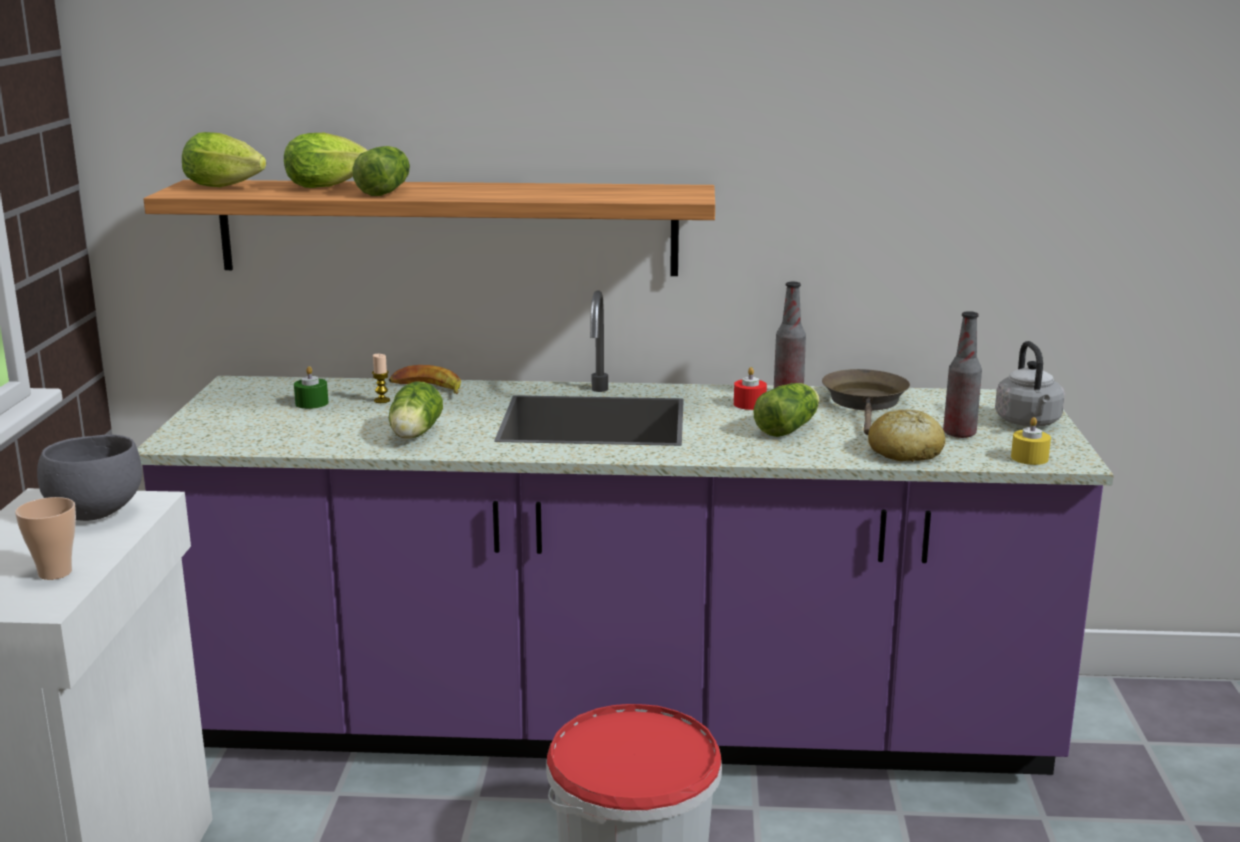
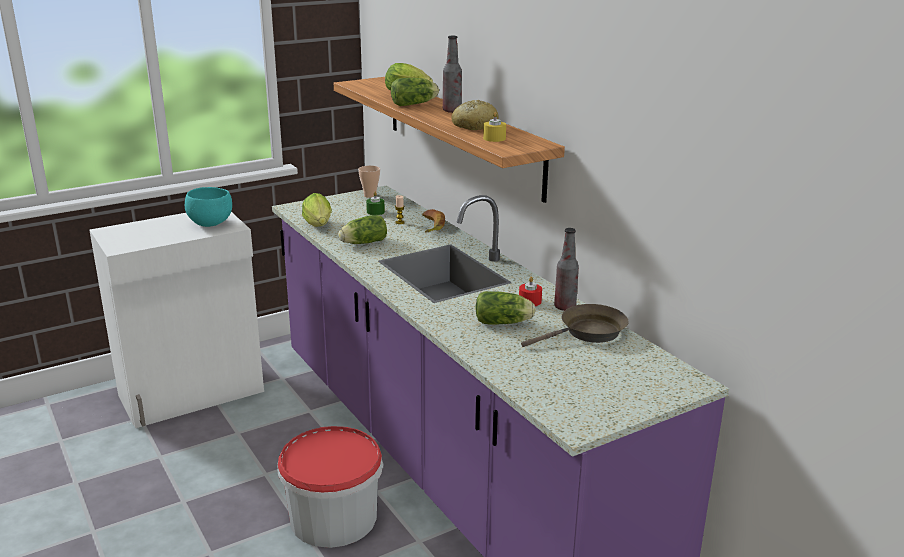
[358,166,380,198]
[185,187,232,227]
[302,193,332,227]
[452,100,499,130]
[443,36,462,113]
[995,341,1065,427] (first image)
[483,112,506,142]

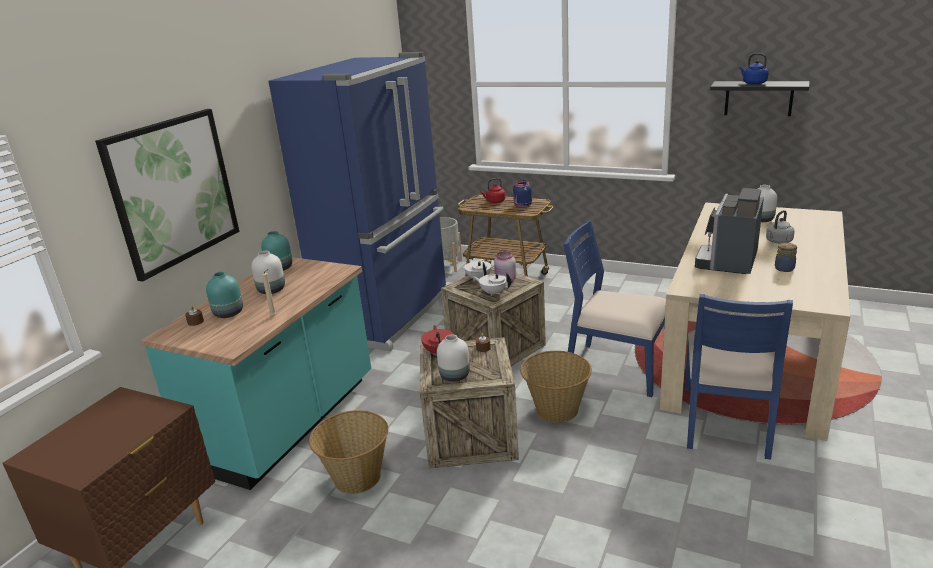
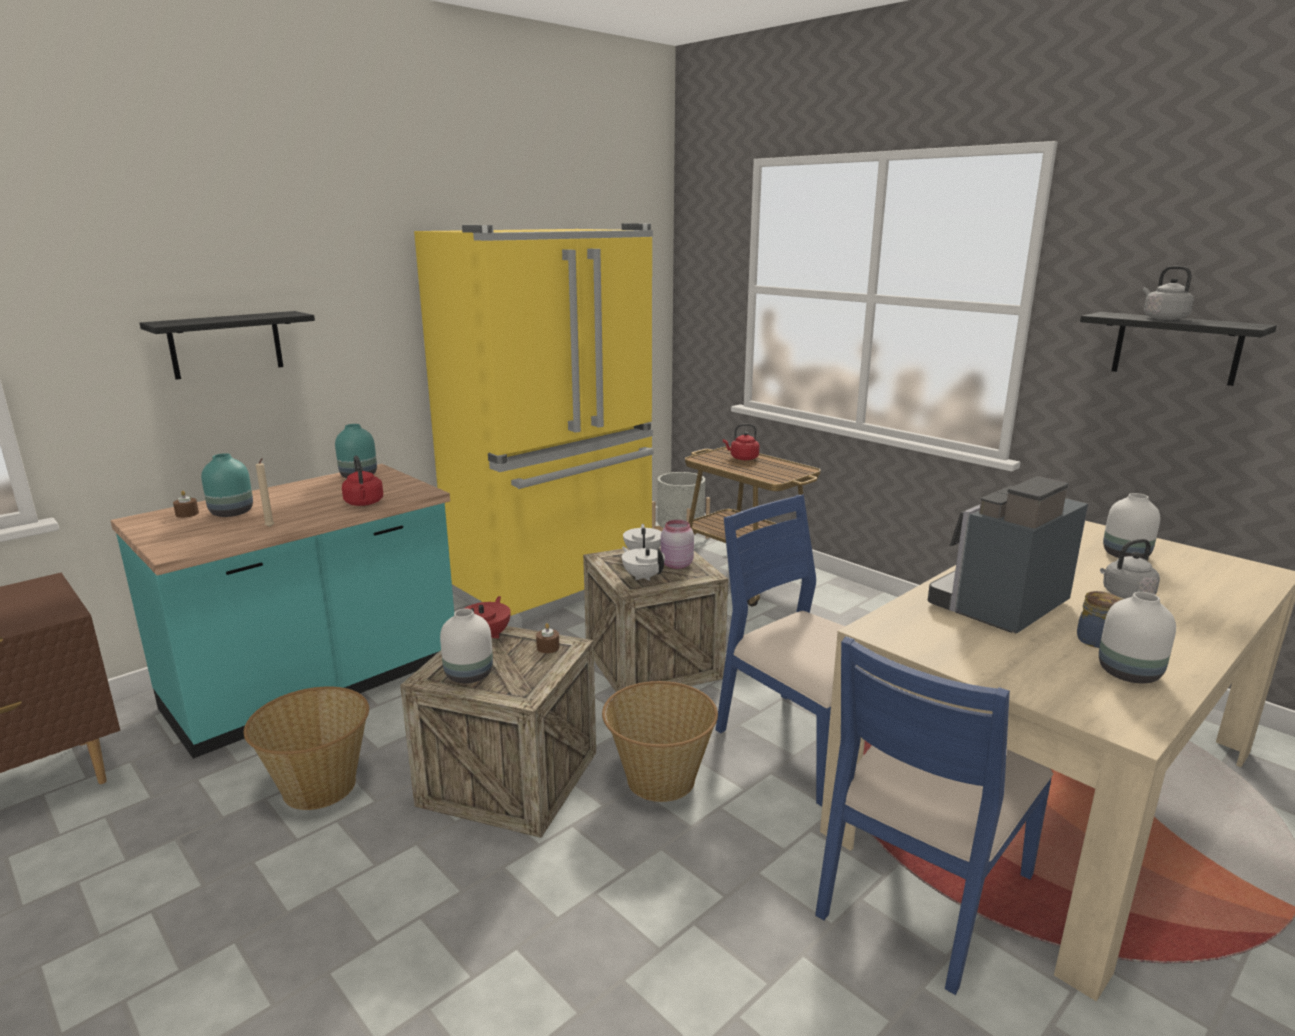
[140,311,315,380]
[1099,592,1176,684]
[414,223,654,628]
[513,180,532,208] (first image)
[1143,266,1194,320]
[342,456,383,506]

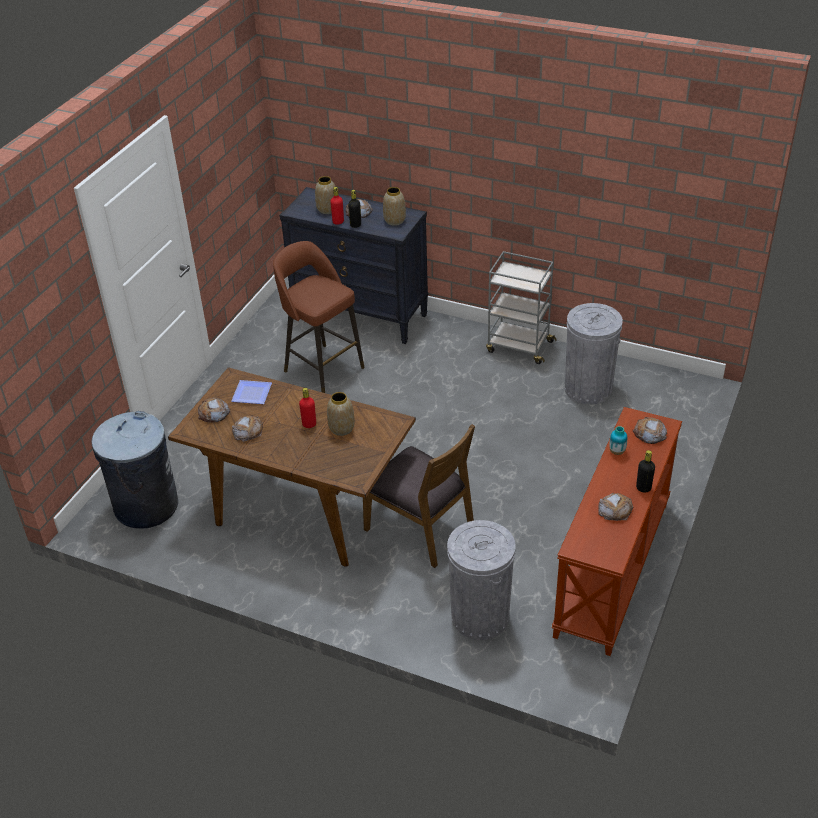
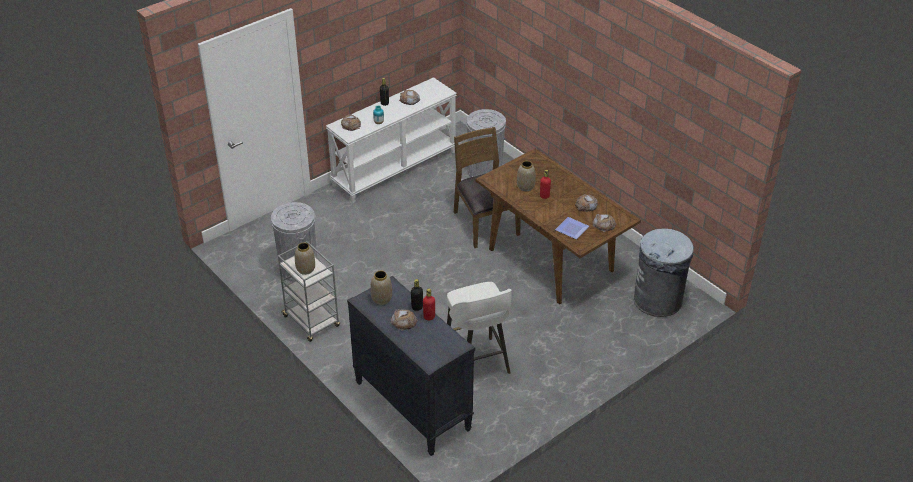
[447,282,512,374]
[295,242,315,275]
[326,77,457,203]

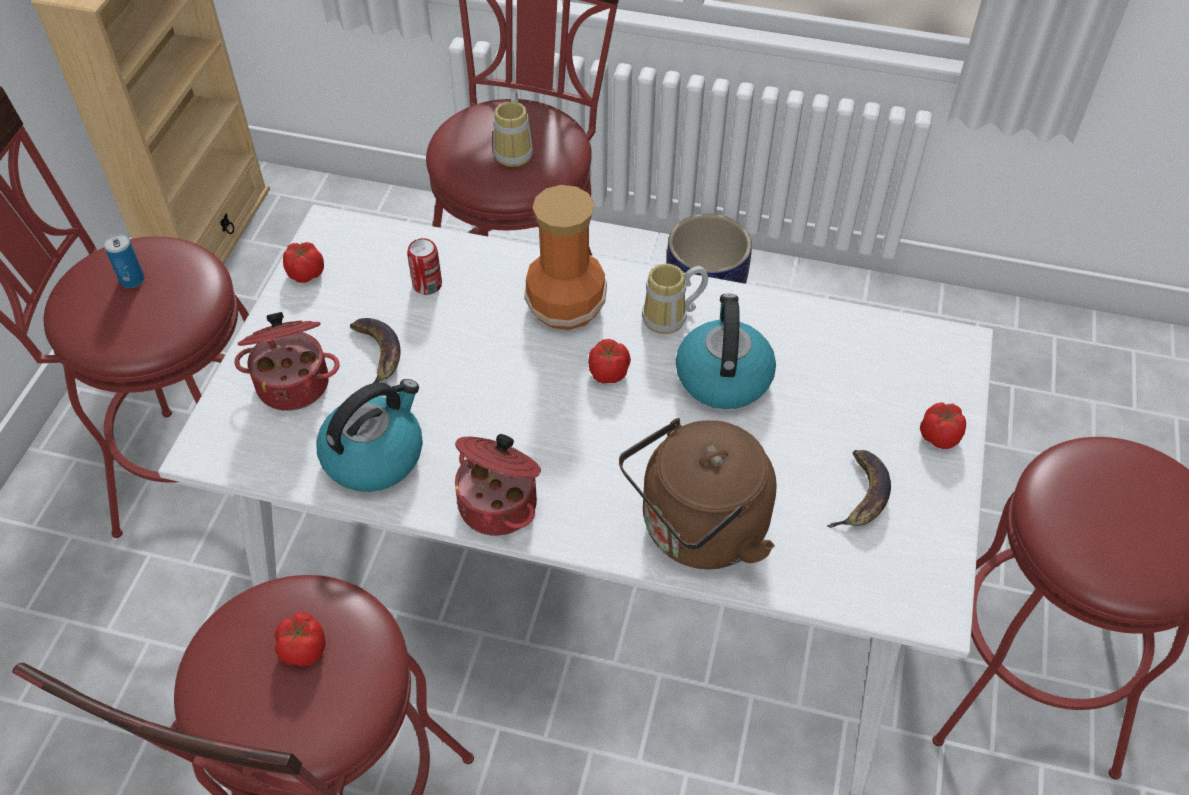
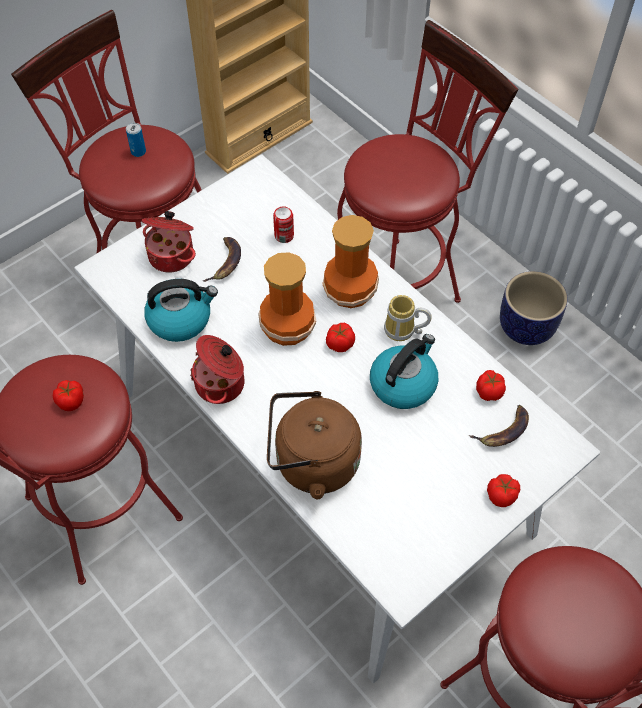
[476,370,506,401]
[493,90,533,167] (first image)
[469,405,529,447]
[258,252,316,346]

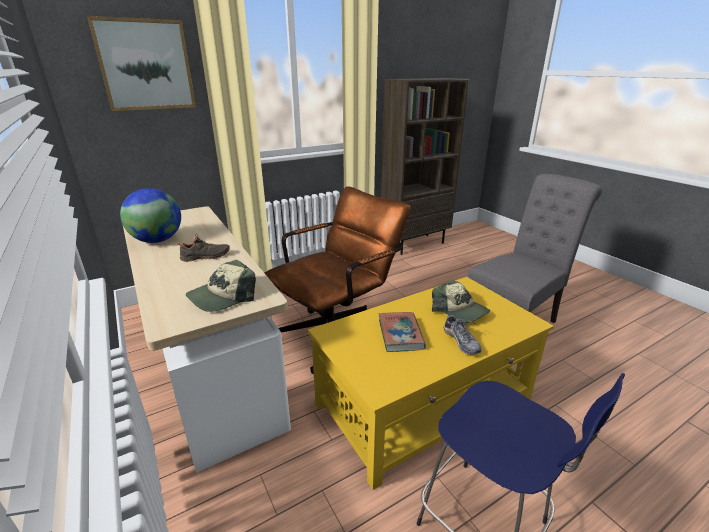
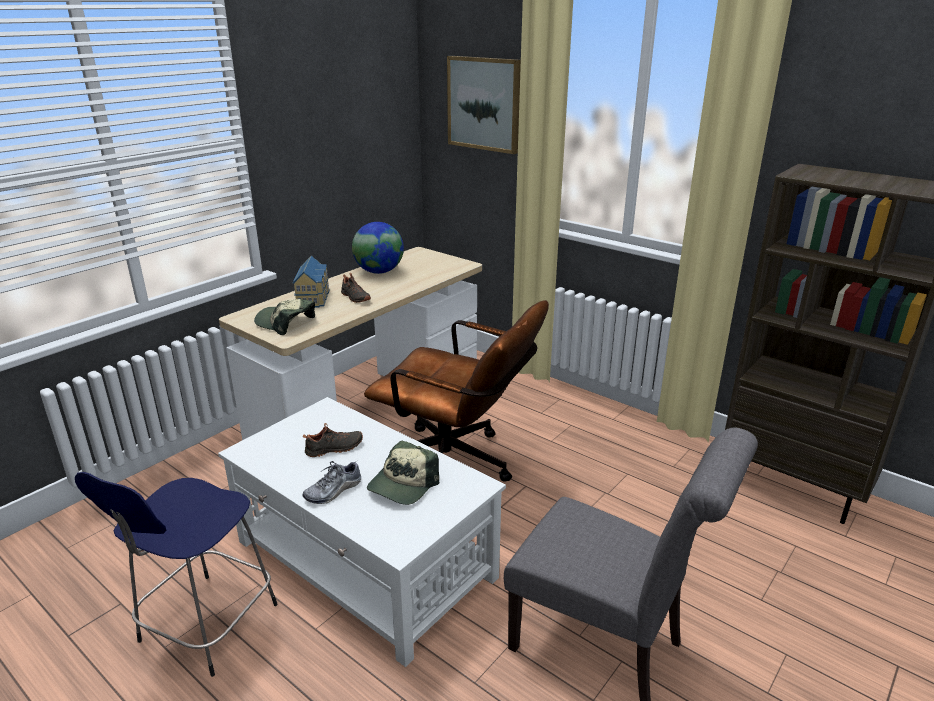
[218,397,506,667]
[303,423,363,457]
[293,256,330,308]

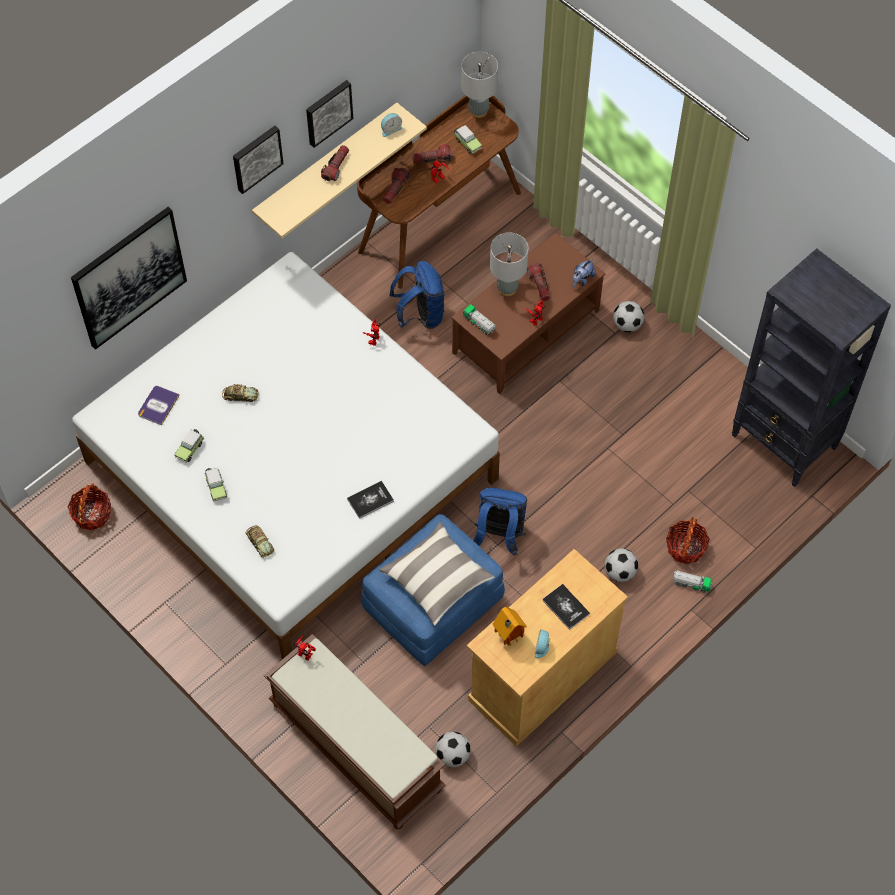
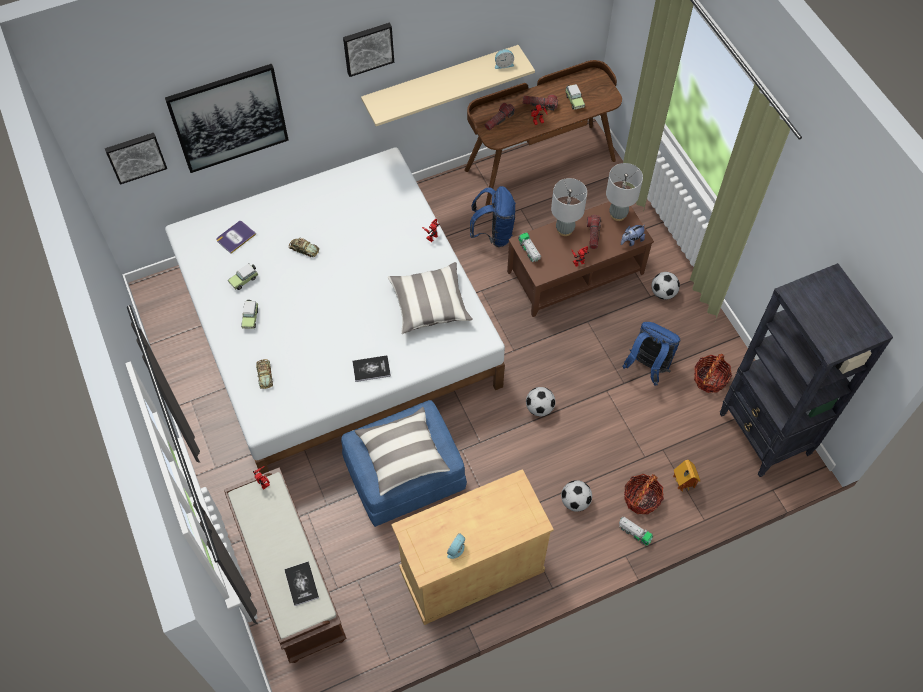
[694,354,732,393]
[105,133,167,185]
[321,145,349,181] (first image)
[526,387,555,416]
[606,163,643,221]
[623,322,680,385]
[673,460,700,492]
[284,562,319,606]
[388,262,473,334]

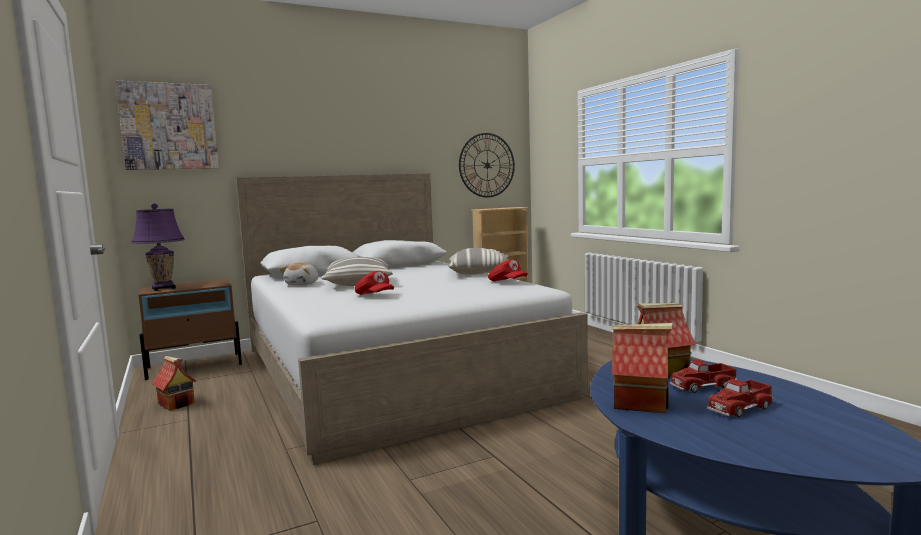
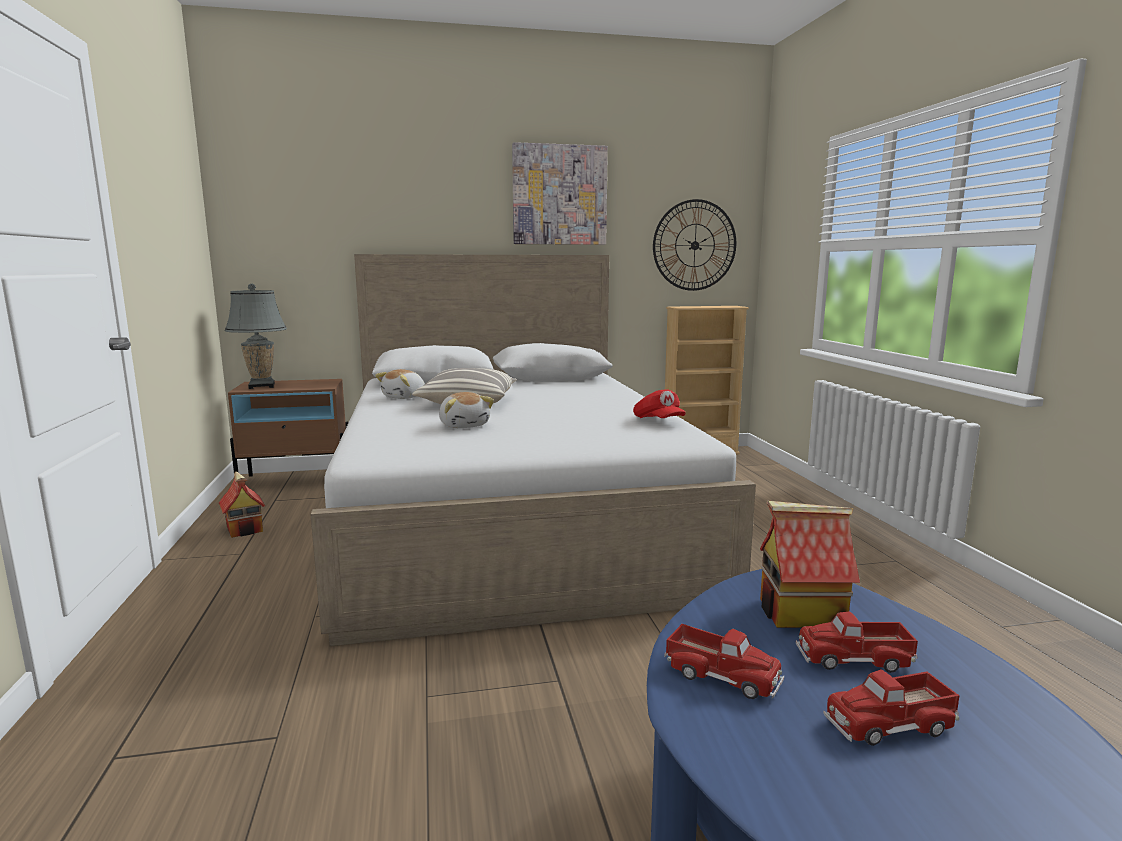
[512,142,608,245]
[225,283,287,389]
[439,392,494,428]
[449,248,509,275] (first image)
[664,624,784,699]

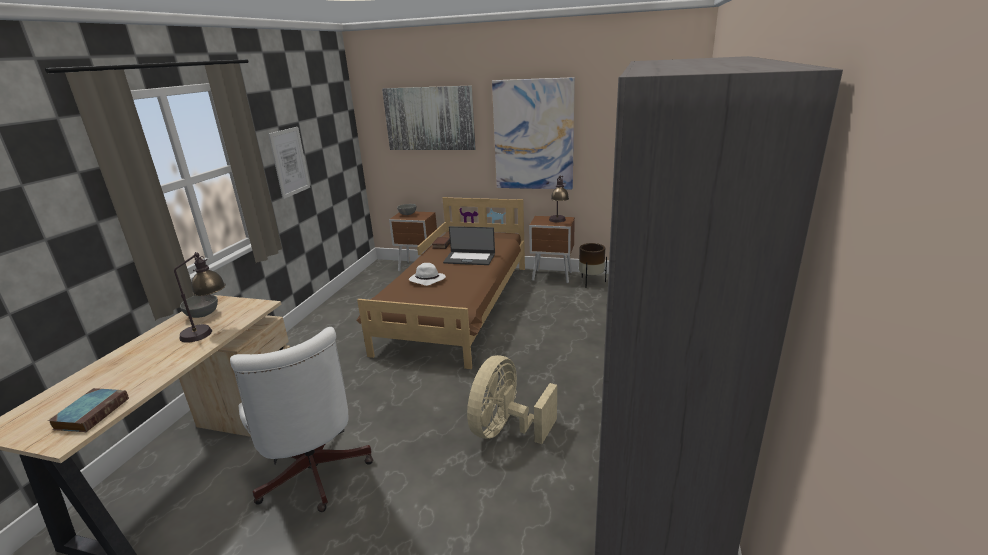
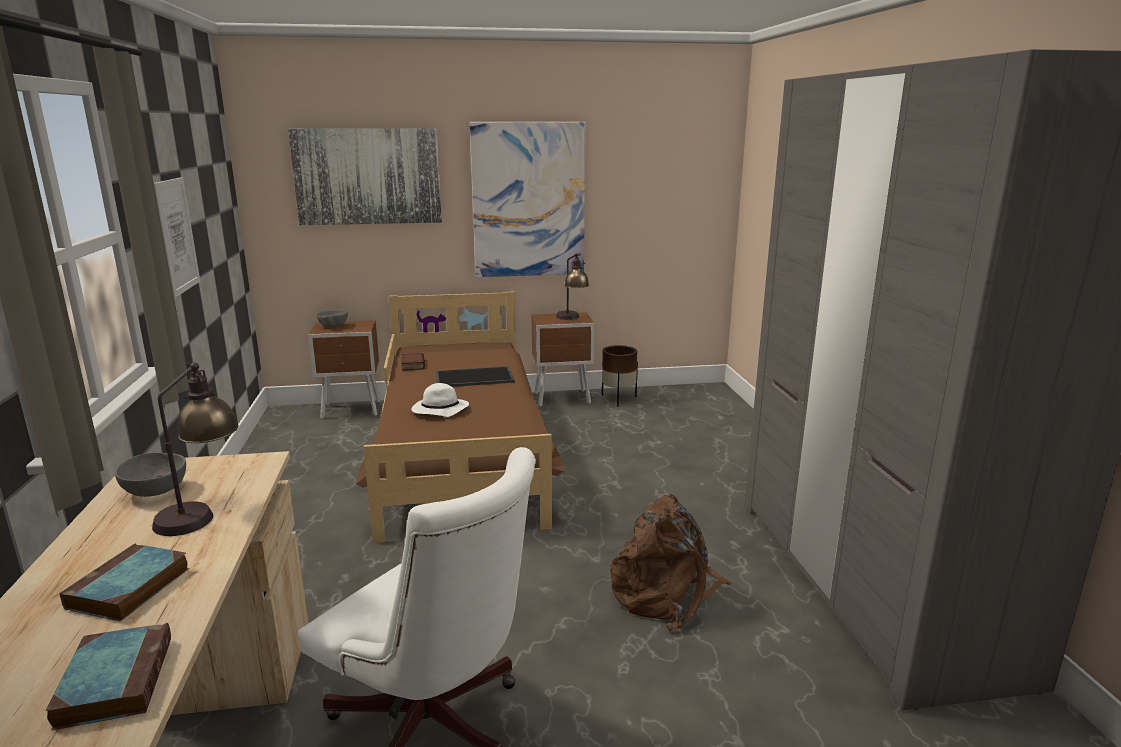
[436,366,515,387]
[610,494,733,631]
[60,544,189,621]

